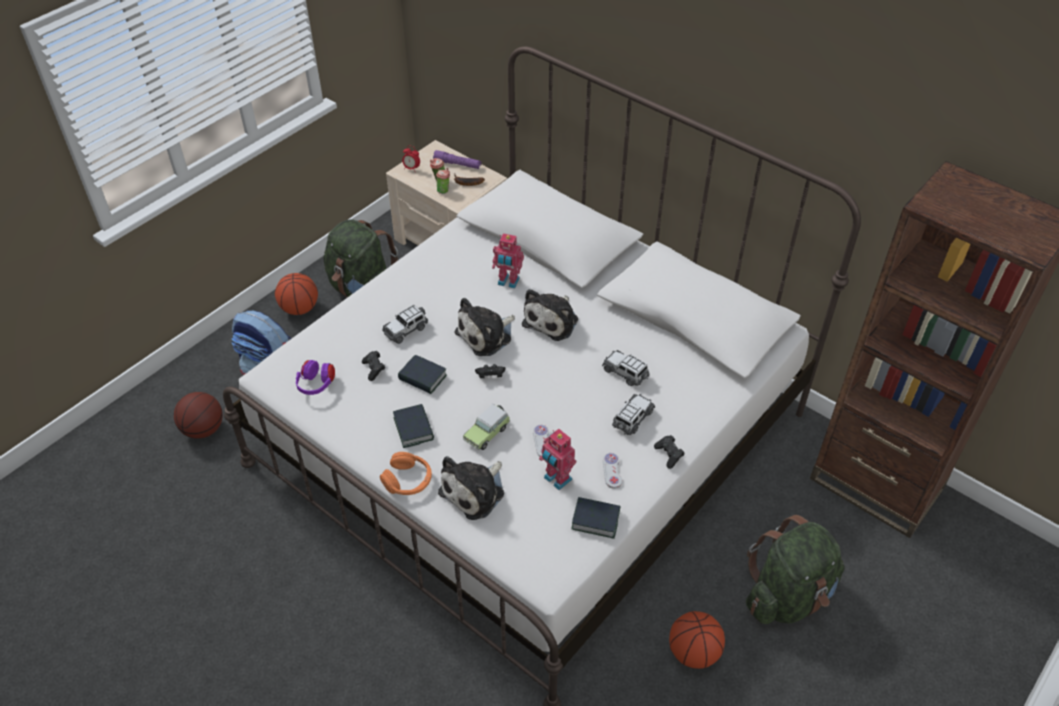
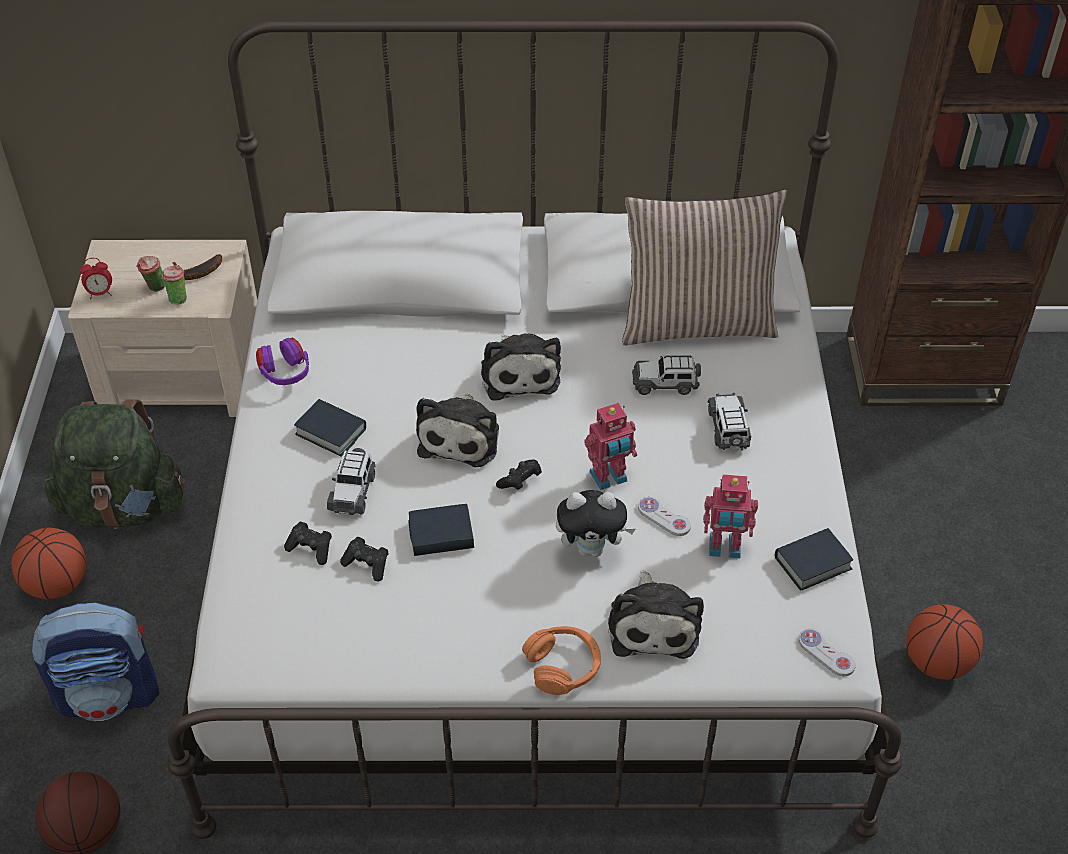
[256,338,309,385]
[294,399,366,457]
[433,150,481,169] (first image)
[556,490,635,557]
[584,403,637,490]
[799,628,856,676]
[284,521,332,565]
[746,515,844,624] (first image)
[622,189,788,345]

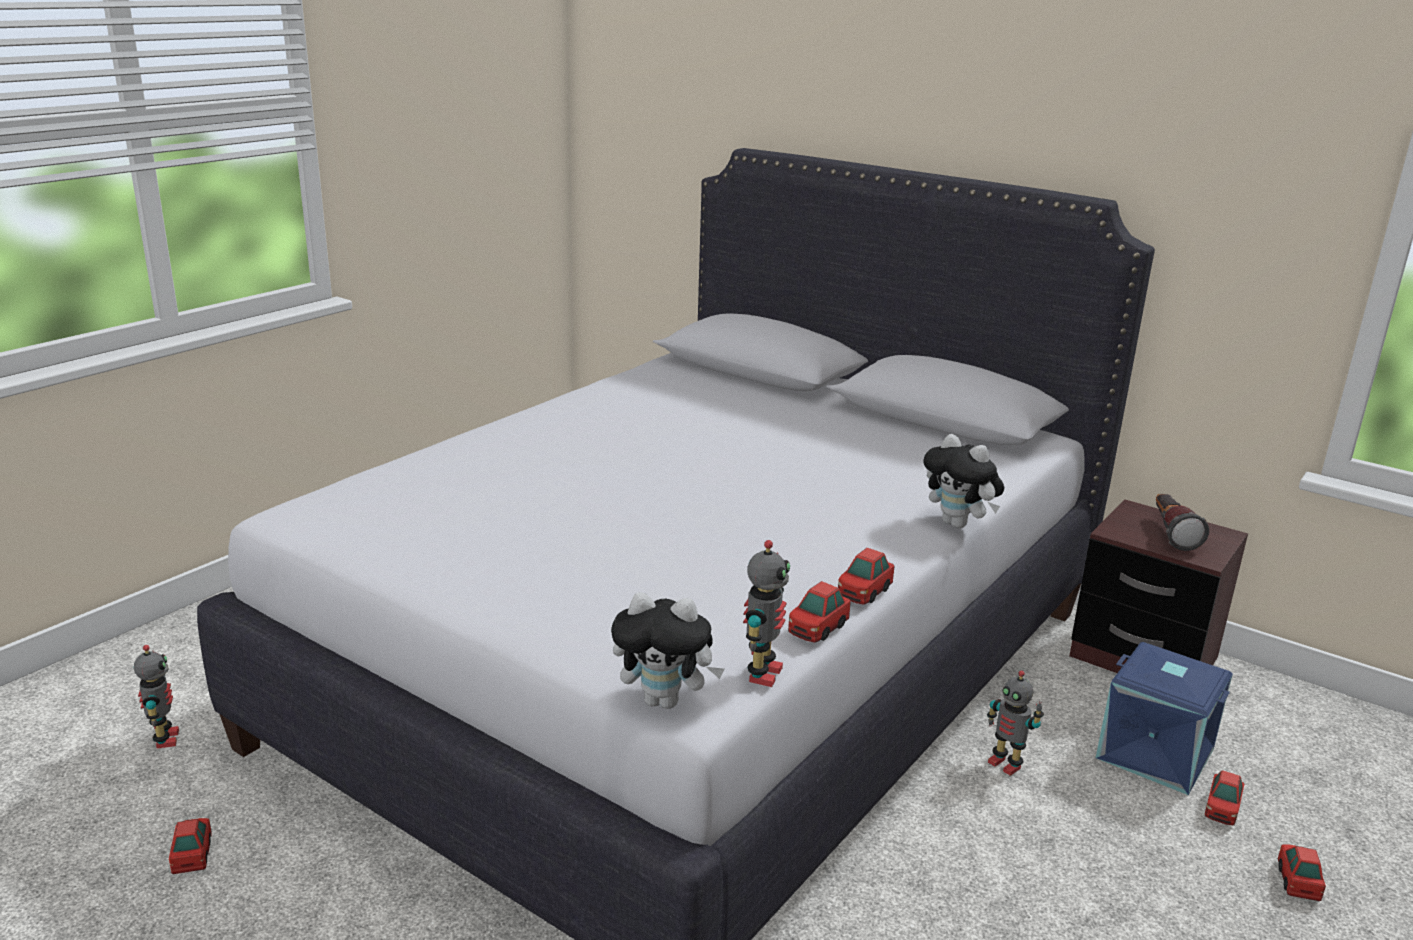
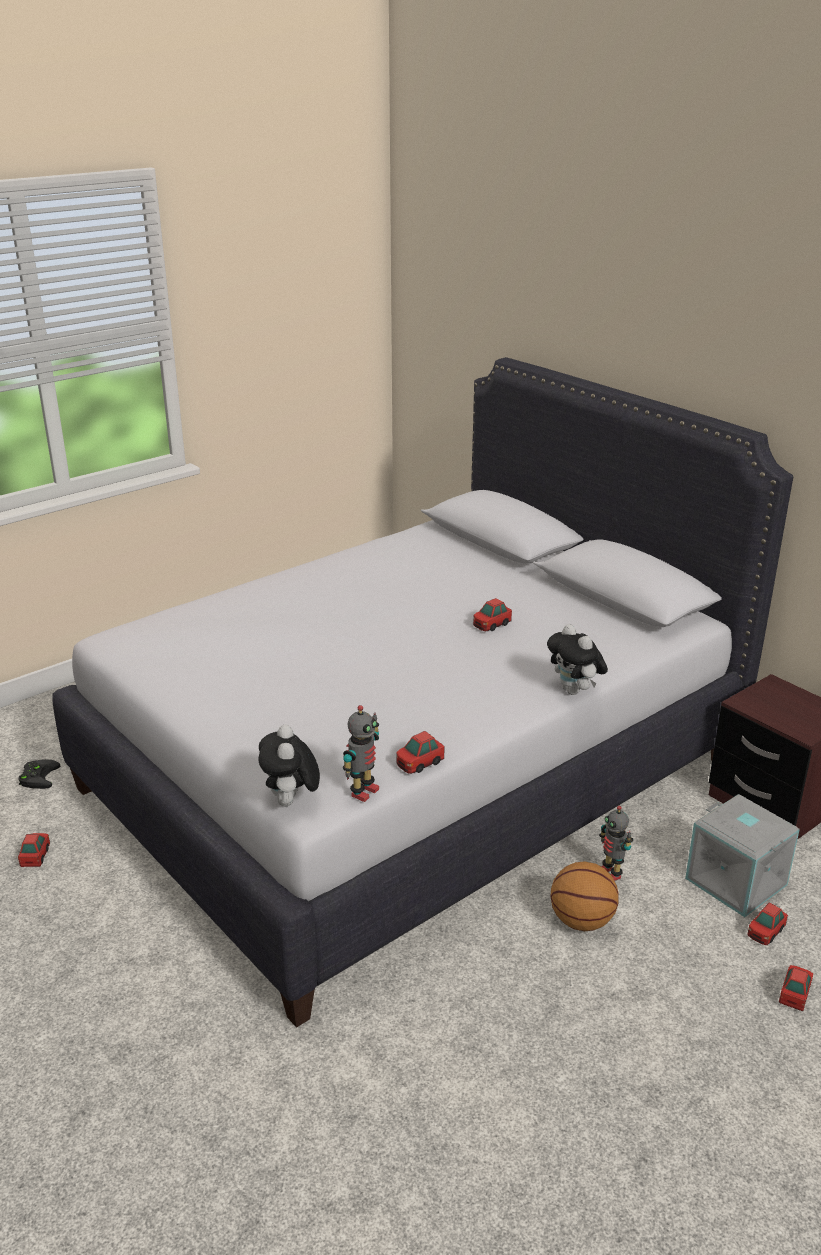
[19,759,60,789]
[258,725,320,806]
[473,598,512,631]
[685,794,800,917]
[1156,494,1209,551] (first image)
[550,861,619,931]

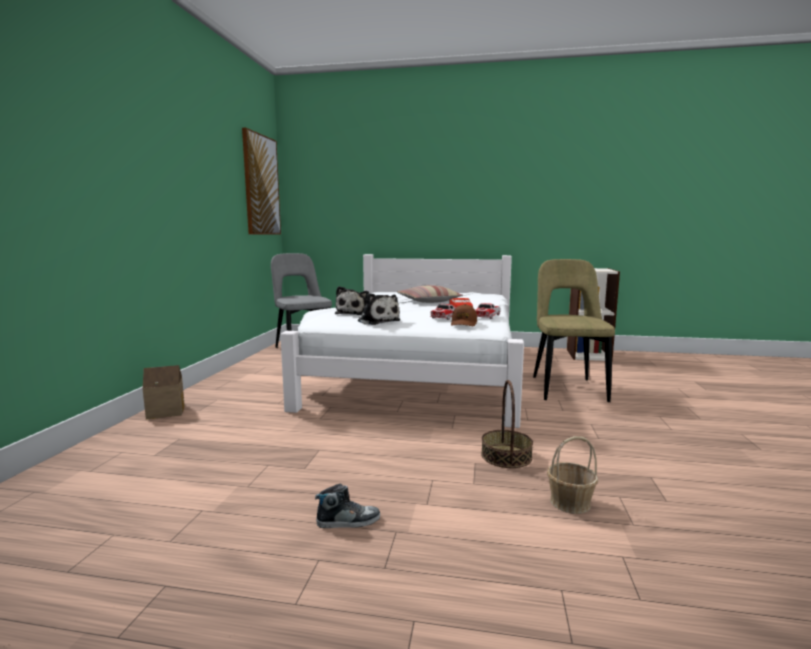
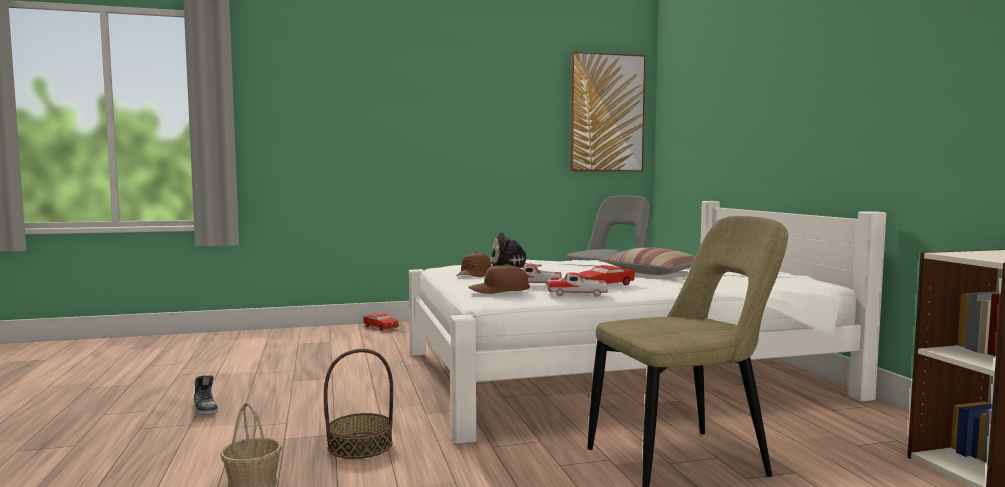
[363,313,399,330]
[456,252,492,277]

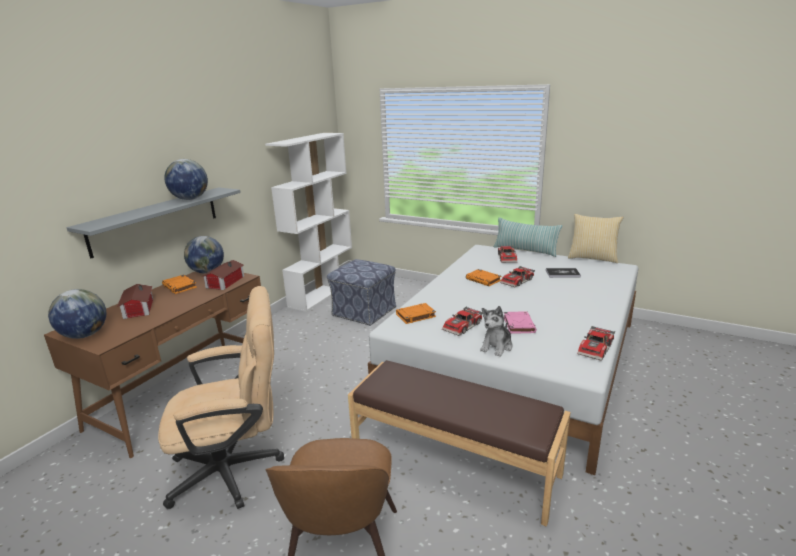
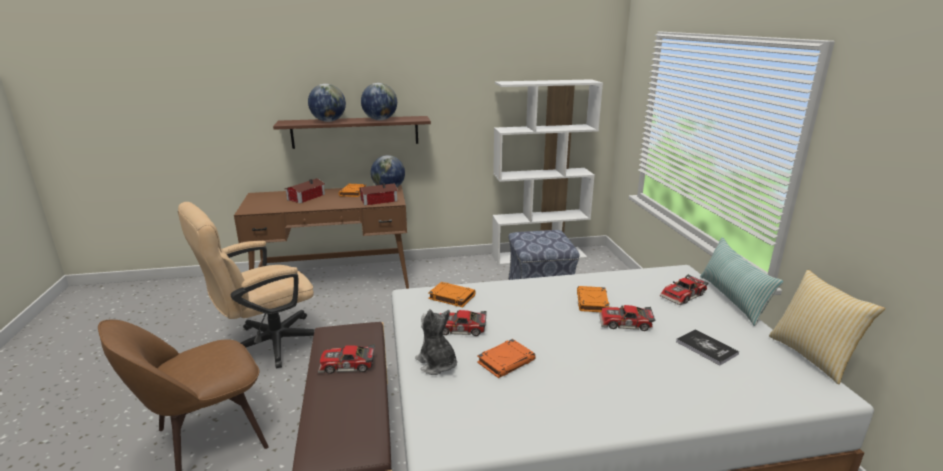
[308,84,346,122]
[273,116,431,149]
[178,202,315,369]
[415,309,457,375]
[477,339,536,378]
[318,344,375,374]

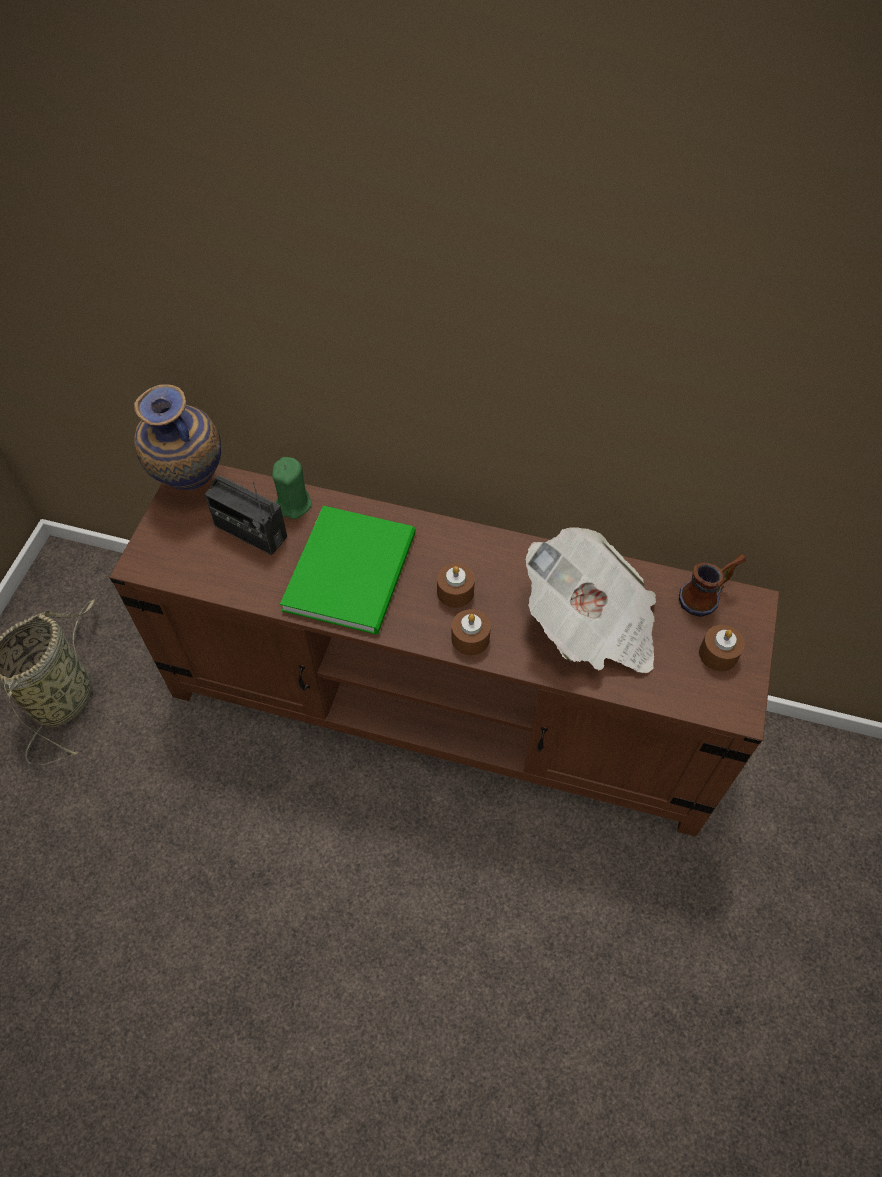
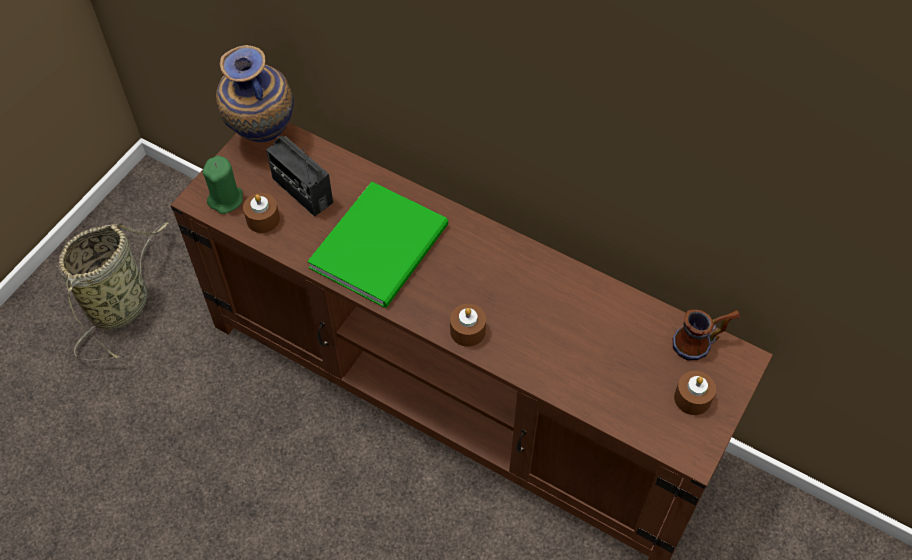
[202,155,243,214]
[243,193,280,233]
[526,527,656,674] (first image)

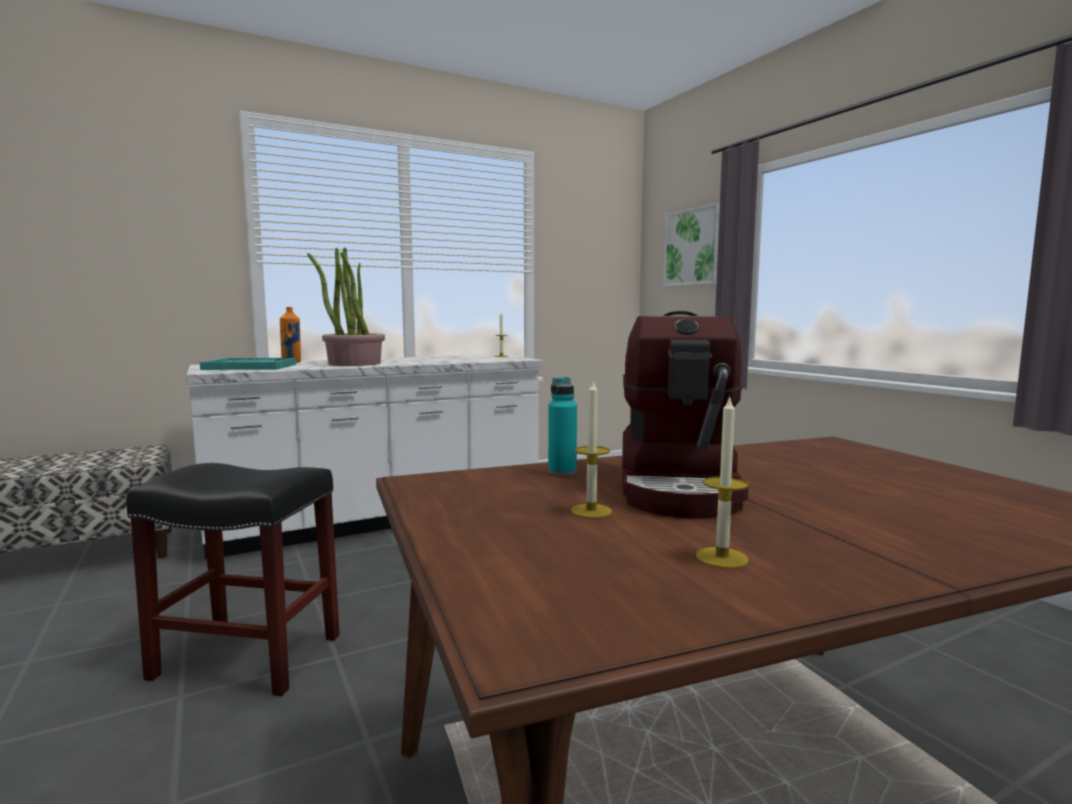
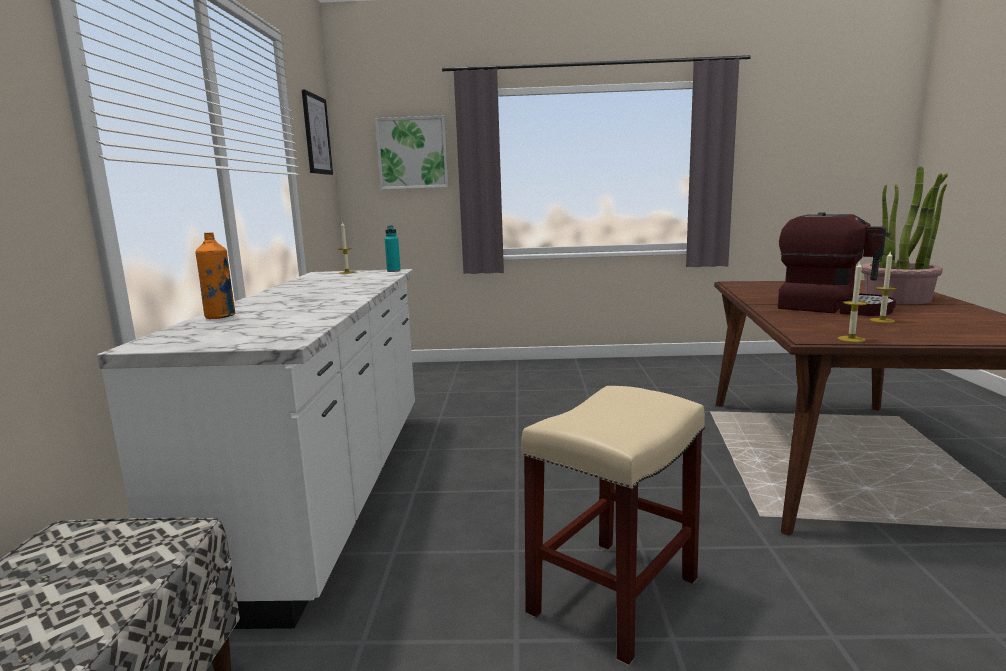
[521,386,705,666]
[200,358,296,370] (first image)
[861,166,948,304]
[385,225,401,272]
[838,260,867,342]
[302,89,333,175]

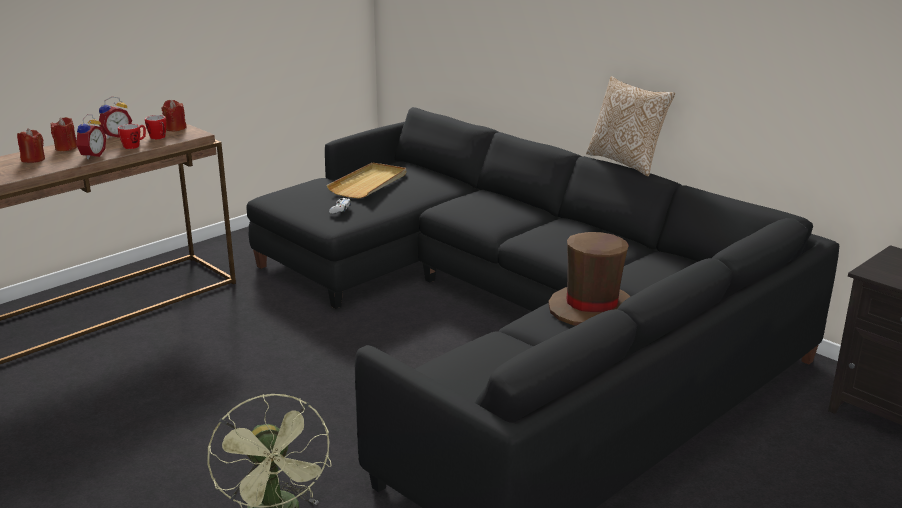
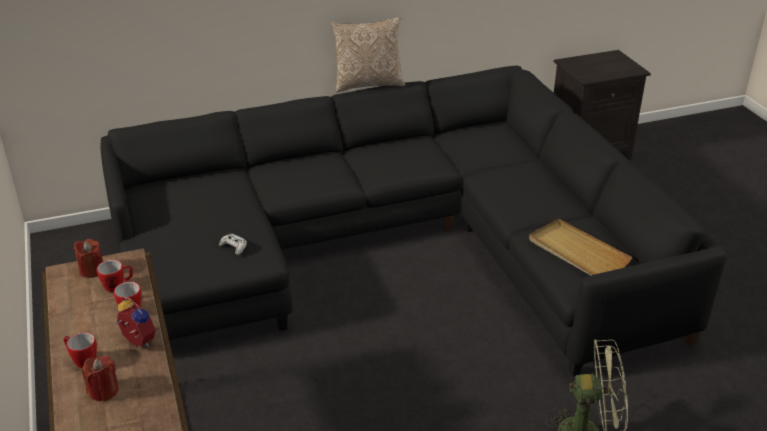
[64,332,97,368]
[99,97,132,139] (first image)
[529,219,632,275]
[548,232,631,326] (first image)

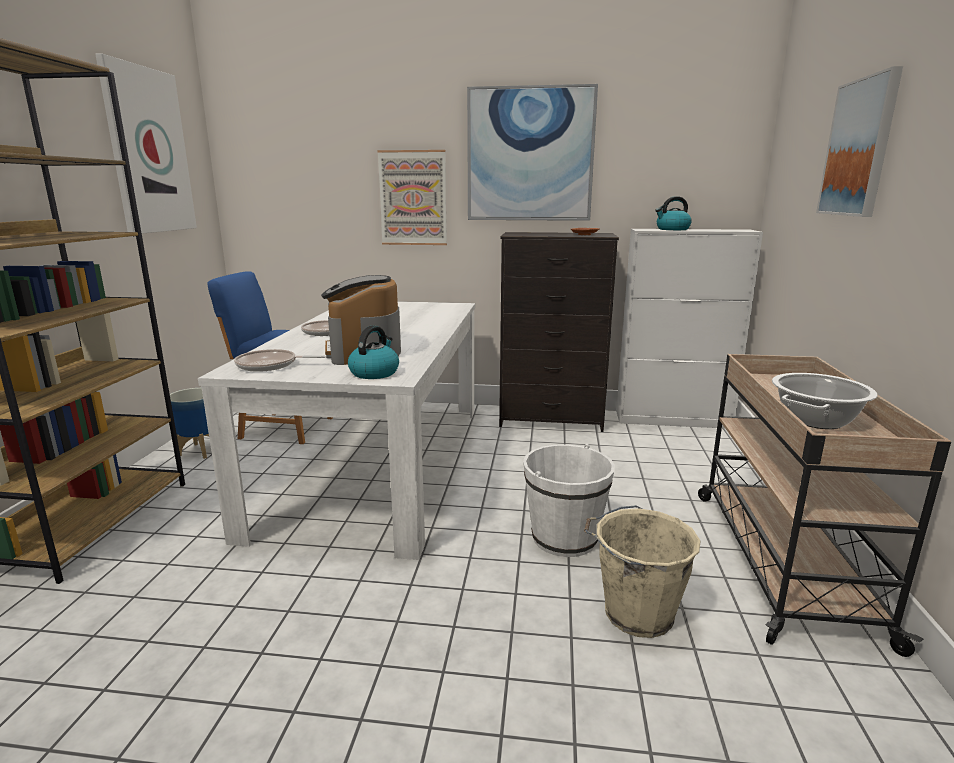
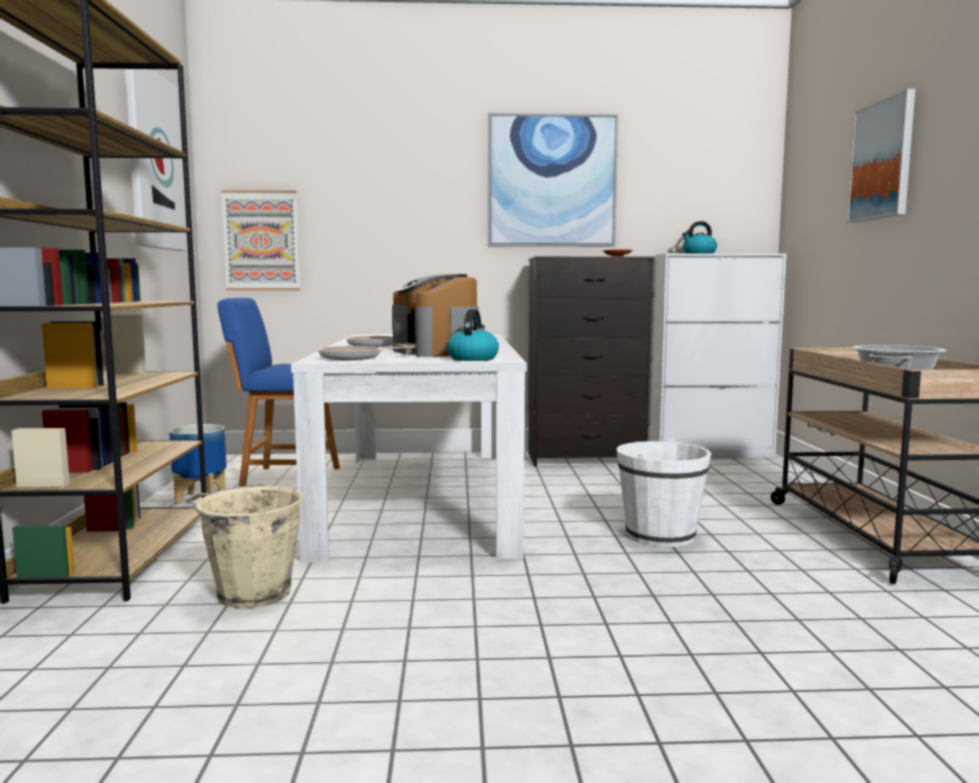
[221,190,300,290]
[186,484,303,608]

